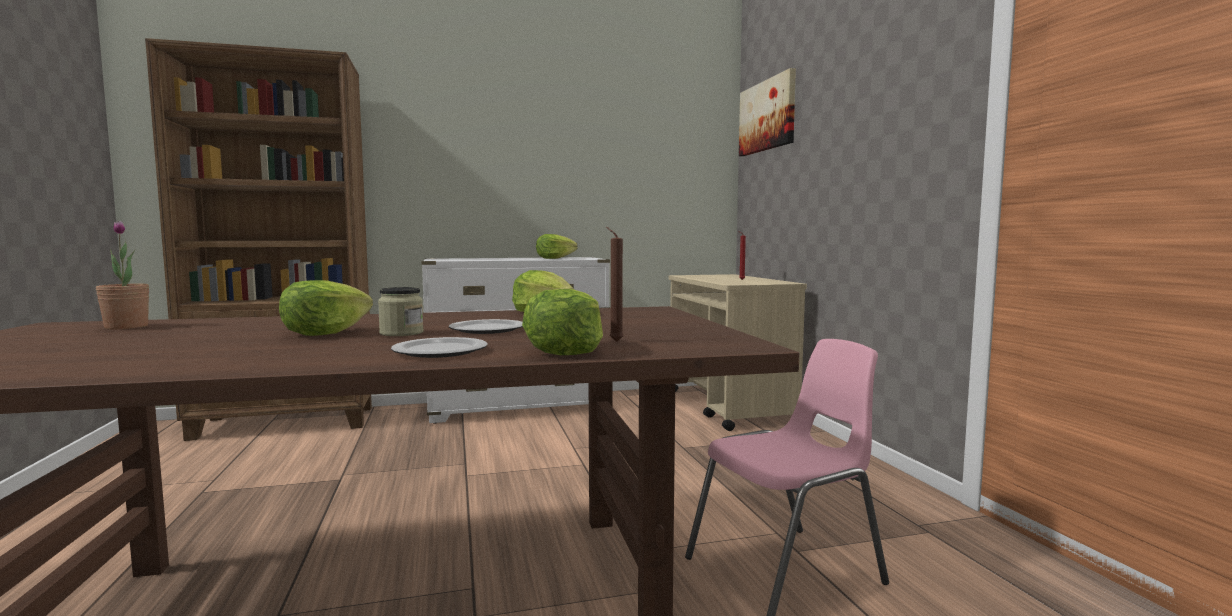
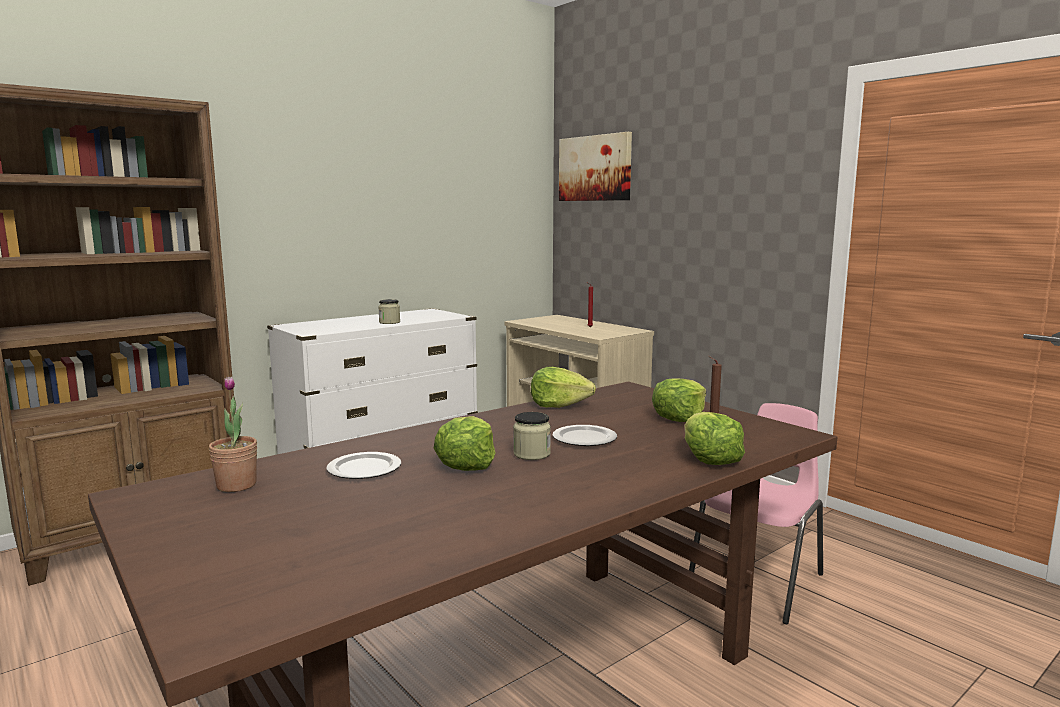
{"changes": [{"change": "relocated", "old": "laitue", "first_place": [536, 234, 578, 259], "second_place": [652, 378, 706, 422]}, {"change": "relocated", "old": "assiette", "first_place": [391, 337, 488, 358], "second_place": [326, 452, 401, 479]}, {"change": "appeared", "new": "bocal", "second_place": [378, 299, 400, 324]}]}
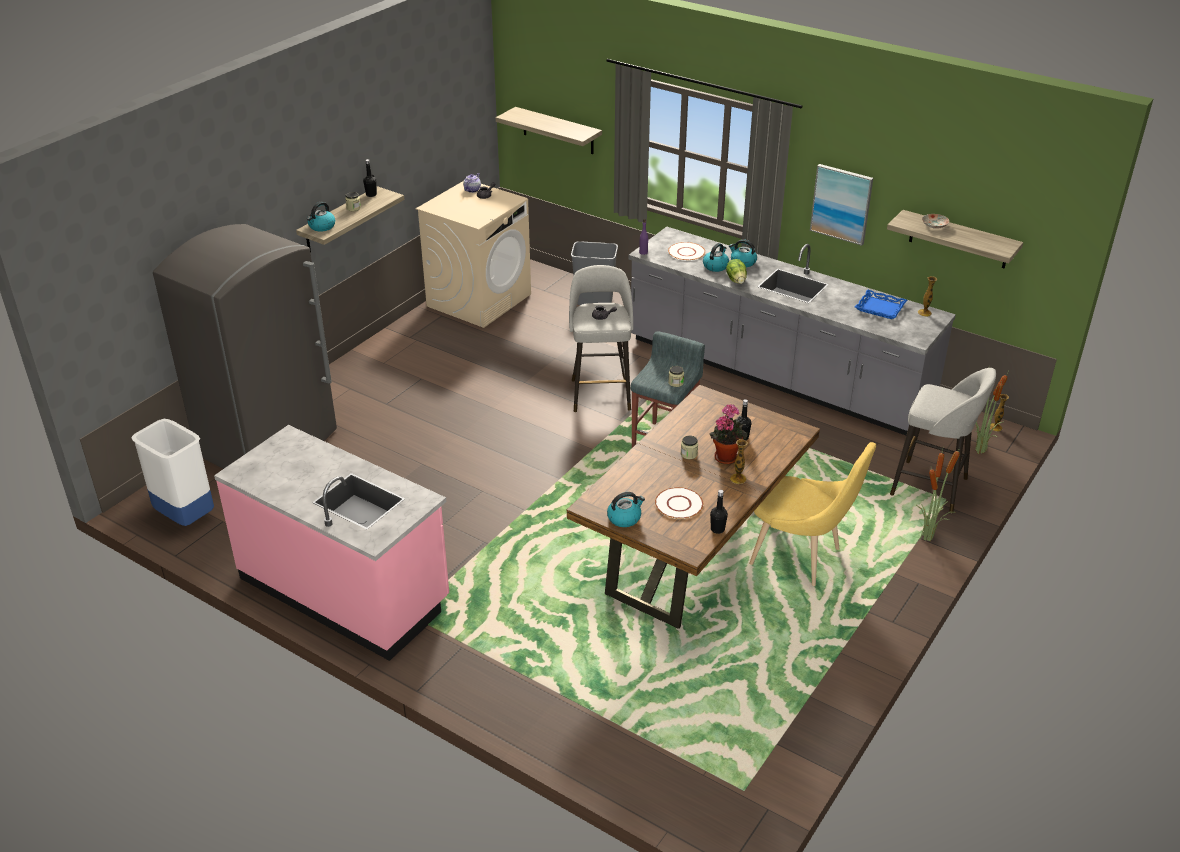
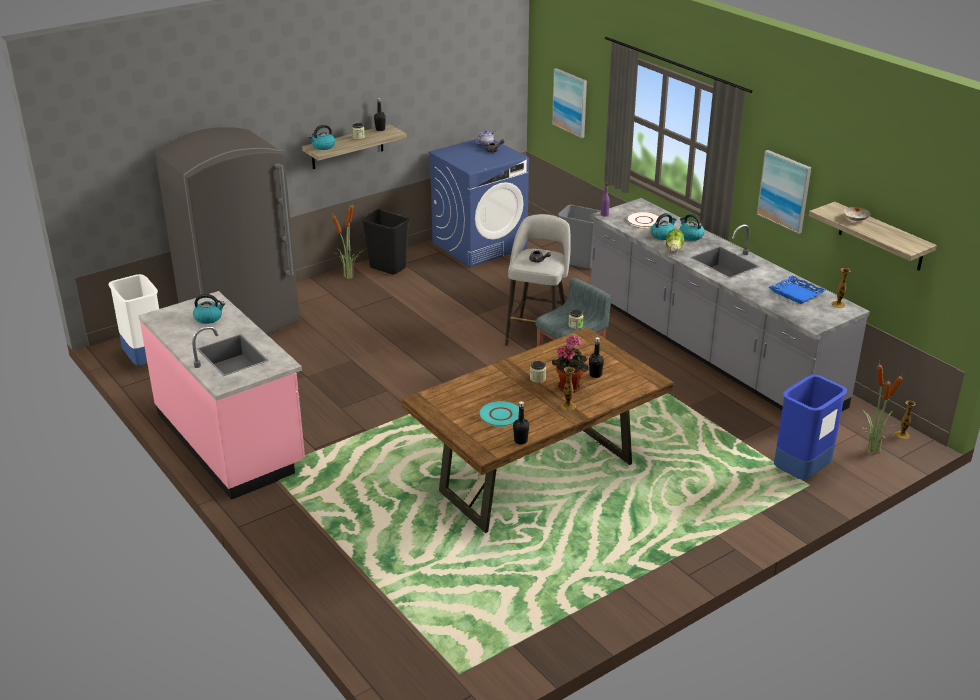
{"changes": [{"change": "exchanged", "old": "étagère", "new": "tableau", "first_place": [496, 107, 602, 154], "second_place": [552, 68, 587, 138]}, {"change": "colour", "old": "lave-linge (beige)", "new": "lave-linge (bleu)", "first_place": [416, 181, 531, 328], "second_place": [429, 139, 529, 267]}, {"change": "exchanged", "old": "tabouret (gris)", "new": "poubelle (bleu)", "first_place": [890, 368, 996, 512], "second_place": [774, 374, 847, 480]}, {"change": "missing", "old": "chaise (jaune)", "first_place": [749, 442, 876, 586]}, {"change": "relocated", "old": "plante en pot", "first_place": [916, 446, 961, 541], "second_place": [332, 203, 362, 279]}, {"change": "colour", "old": "assiette (blanc)", "new": "assiette (turquoise)", "first_place": [655, 487, 703, 519], "second_place": [478, 400, 519, 427]}, {"change": "relocated", "old": "bouilloire", "first_place": [607, 492, 645, 527], "second_place": [193, 294, 225, 324]}, {"change": "appeared", "new": "poubelle (noir)", "second_place": [361, 209, 409, 274]}]}
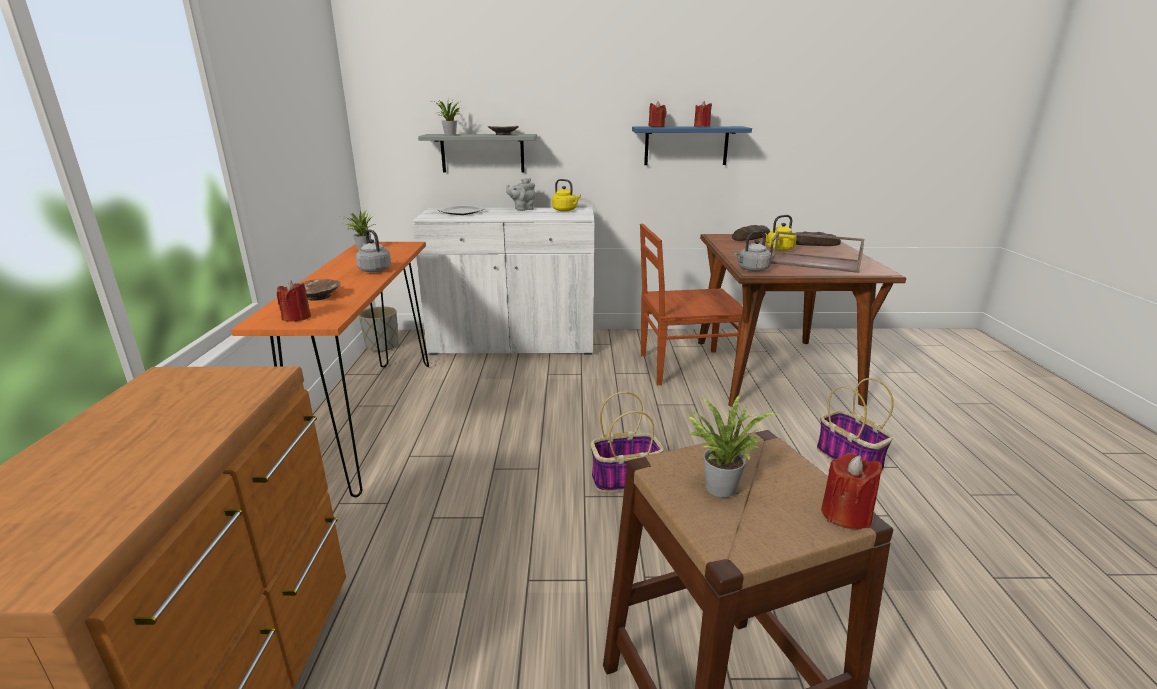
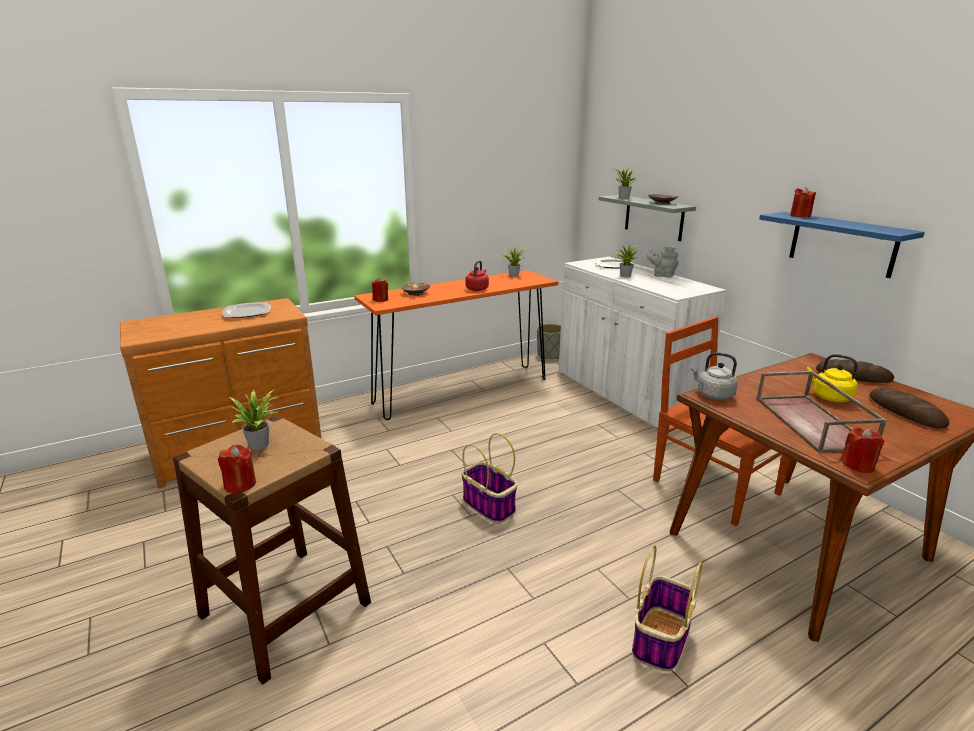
{"changes": [{"change": "relocated", "old": "bougie (rouge)", "first_place": [694, 101, 712, 127], "second_place": [840, 428, 884, 473]}, {"change": "missing", "old": "bouilloire (jaune)", "first_place": [552, 179, 581, 211]}, {"change": "colour", "old": "bouilloire (gris)", "new": "bouilloire (rouge)", "first_place": [356, 229, 391, 272], "second_place": [465, 260, 489, 291]}, {"change": "appeared", "new": "plante en pot", "second_place": [613, 244, 639, 277]}, {"change": "appeared", "new": "assiette", "second_place": [222, 302, 271, 318]}]}
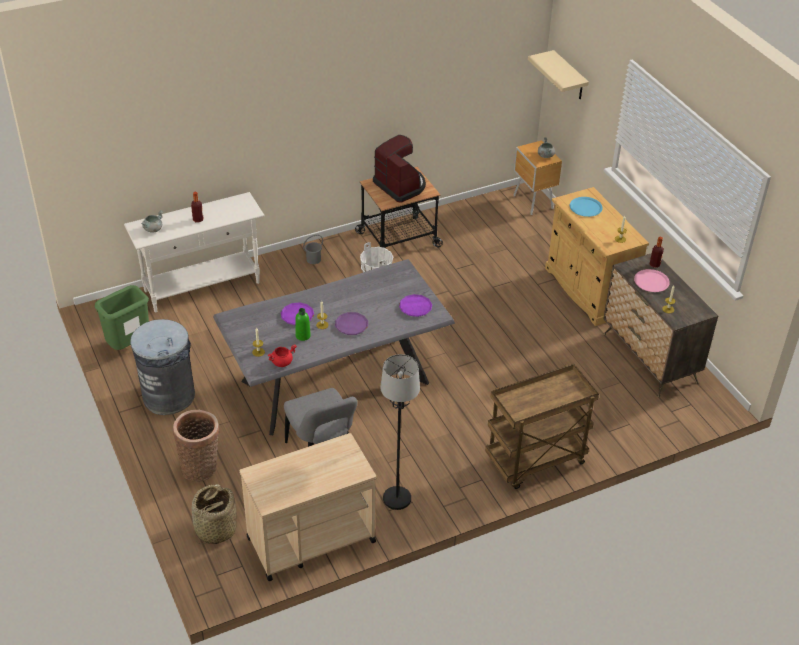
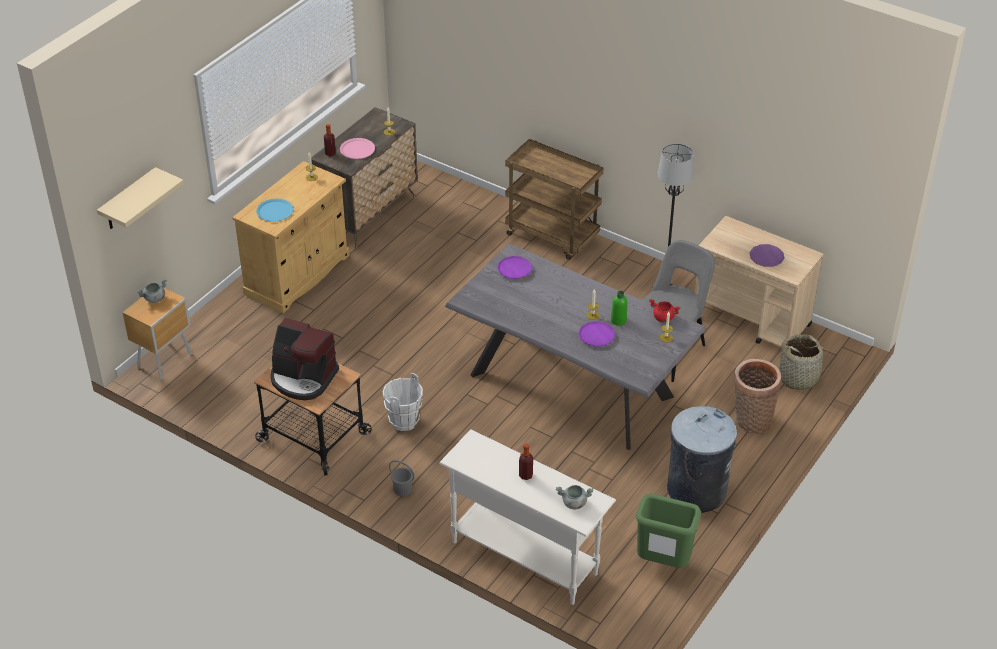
{"changes": [{"change": "spun", "old": "machine à café", "first_place": [373, 135, 426, 203], "second_place": [270, 318, 339, 400], "degrees": -90}, {"change": "relocated", "old": "assiette (violet)", "first_place": [335, 312, 368, 335], "second_place": [749, 244, 785, 267]}]}
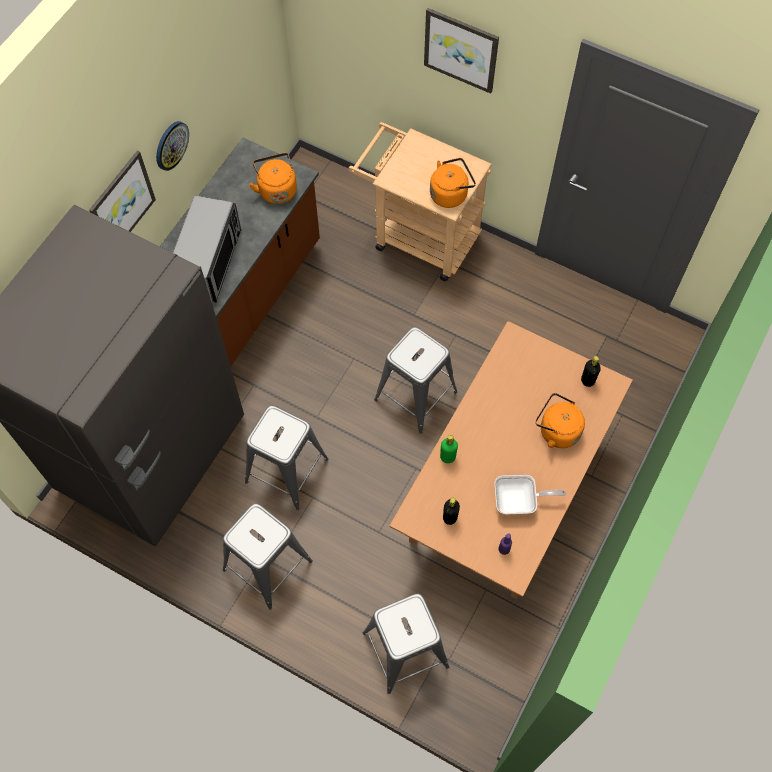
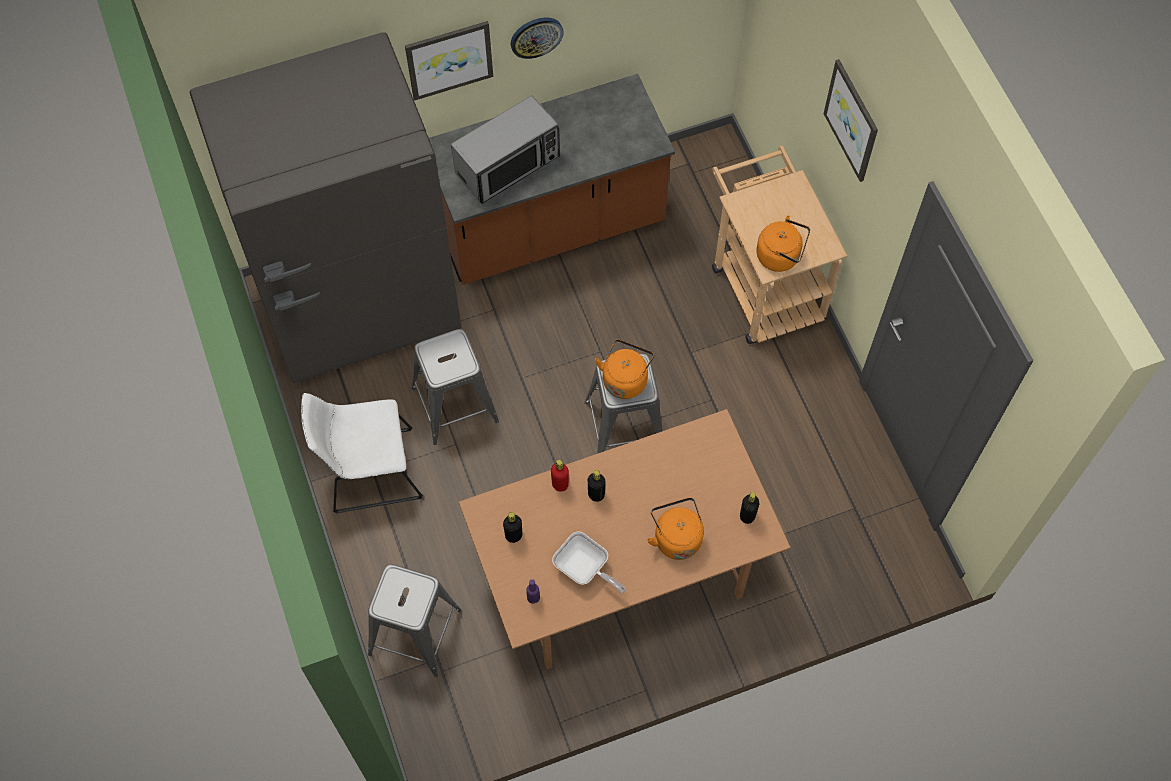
{"changes": [{"change": "relocated", "old": "bouilloire (orange)", "first_place": [249, 153, 297, 204], "second_place": [595, 339, 654, 399]}, {"change": "colour", "old": "bouteille (vert)", "new": "bouteille (rouge)", "first_place": [440, 435, 458, 463], "second_place": [551, 460, 569, 492]}, {"change": "exchanged", "old": "tabouret (gris)", "new": "chaise (blanc)", "first_place": [223, 503, 313, 610], "second_place": [301, 393, 423, 514]}, {"change": "appeared", "new": "bouteille (noir)", "second_place": [588, 470, 606, 502]}]}
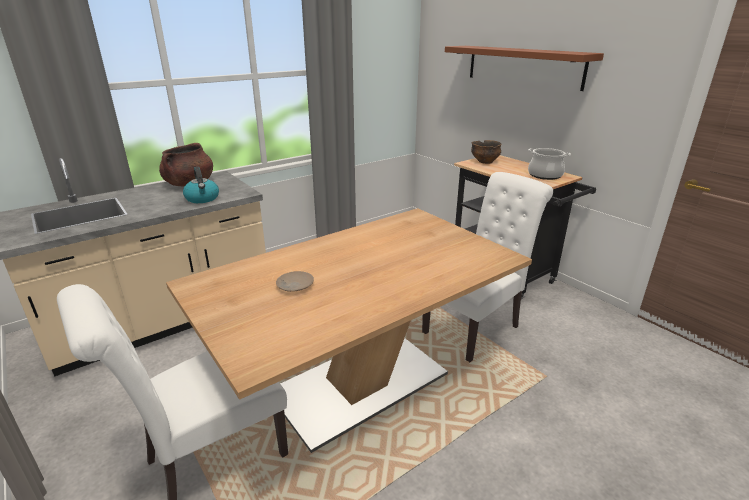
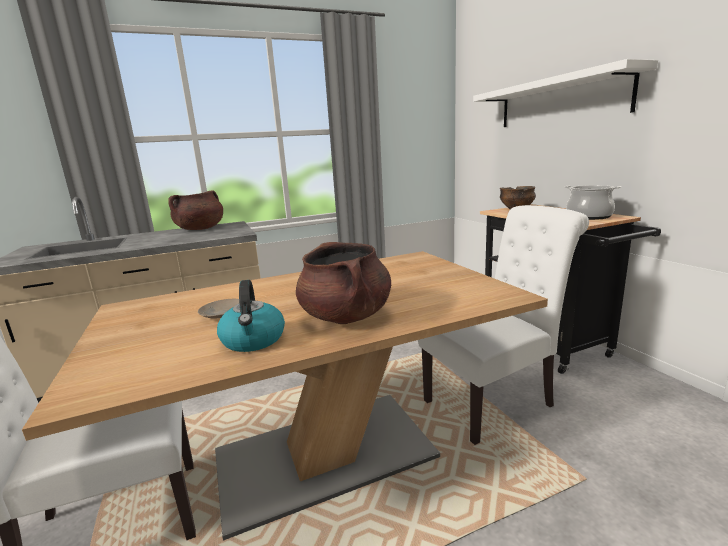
{"changes": [{"change": "colour", "old": "étagère (marron)", "new": "étagère (blanc)", "first_place": [445, 46, 604, 91], "second_place": [473, 59, 658, 127]}, {"change": "relocated", "old": "bouilloire", "first_place": [183, 167, 219, 203], "second_place": [217, 280, 285, 352]}, {"change": "appeared", "new": "marmite (marron)", "second_place": [296, 242, 391, 324]}]}
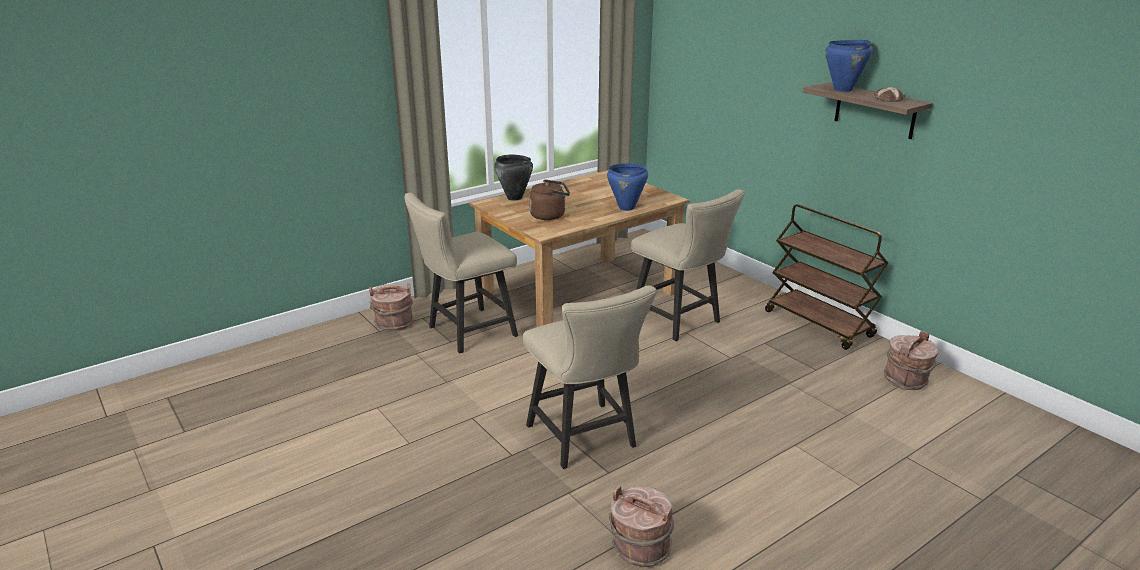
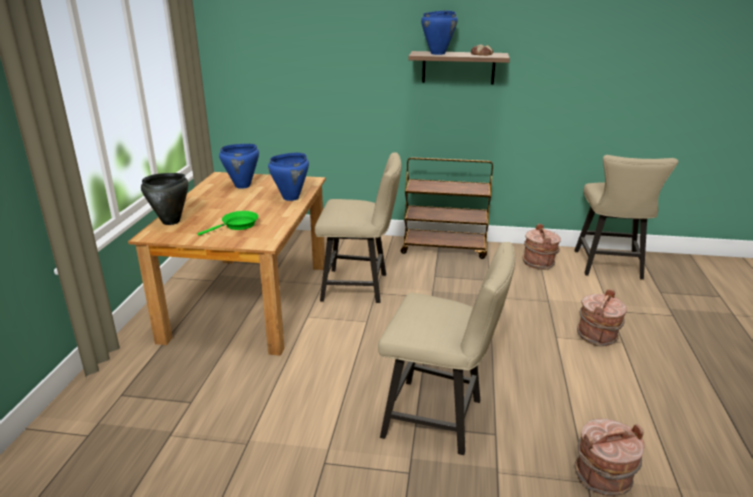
{"changes": [{"change": "exchanged", "old": "bouilloire (marron)", "new": "poêle (vert)", "first_place": [529, 179, 570, 220], "second_place": [198, 211, 258, 236]}, {"change": "relocated", "old": "chaise (beige)", "first_place": [404, 193, 518, 354], "second_place": [574, 155, 678, 280]}, {"change": "relocated", "old": "seau (marron)", "first_place": [369, 283, 413, 331], "second_place": [577, 289, 627, 346]}, {"change": "appeared", "new": "marmite (bleu)", "second_place": [219, 144, 259, 189]}]}
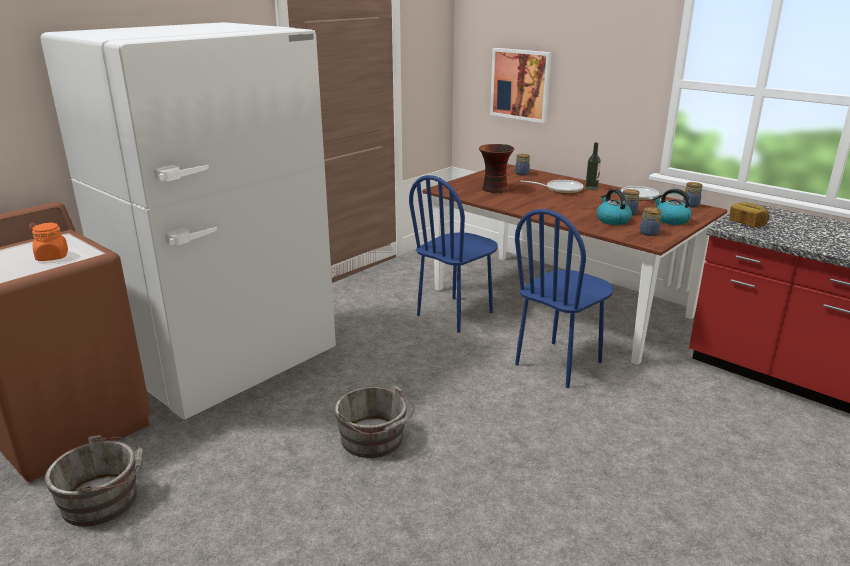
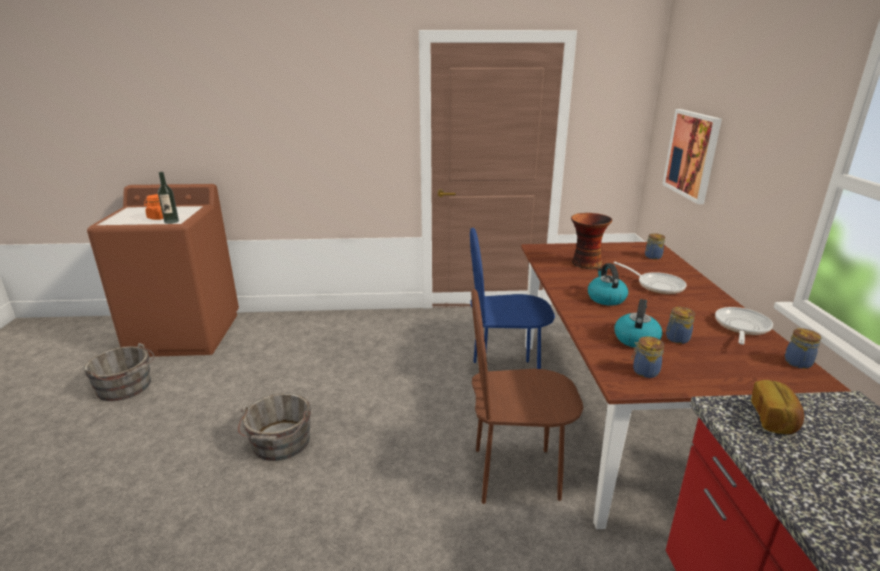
{"changes": [{"change": "missing", "old": "réfrigérateur (blanc)", "first_place": [40, 22, 336, 420]}, {"change": "relocated", "old": "bouteille", "first_place": [585, 142, 601, 190], "second_place": [158, 172, 179, 224]}, {"change": "relocated", "old": "bouilloire", "first_place": [653, 189, 692, 225], "second_place": [588, 263, 628, 306]}, {"change": "colour", "old": "chaise (bleu)", "new": "chaise (marron)", "first_place": [515, 209, 613, 388], "second_place": [471, 289, 584, 504]}]}
